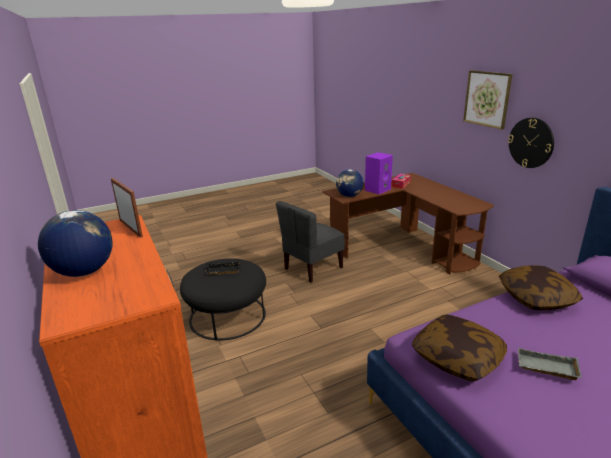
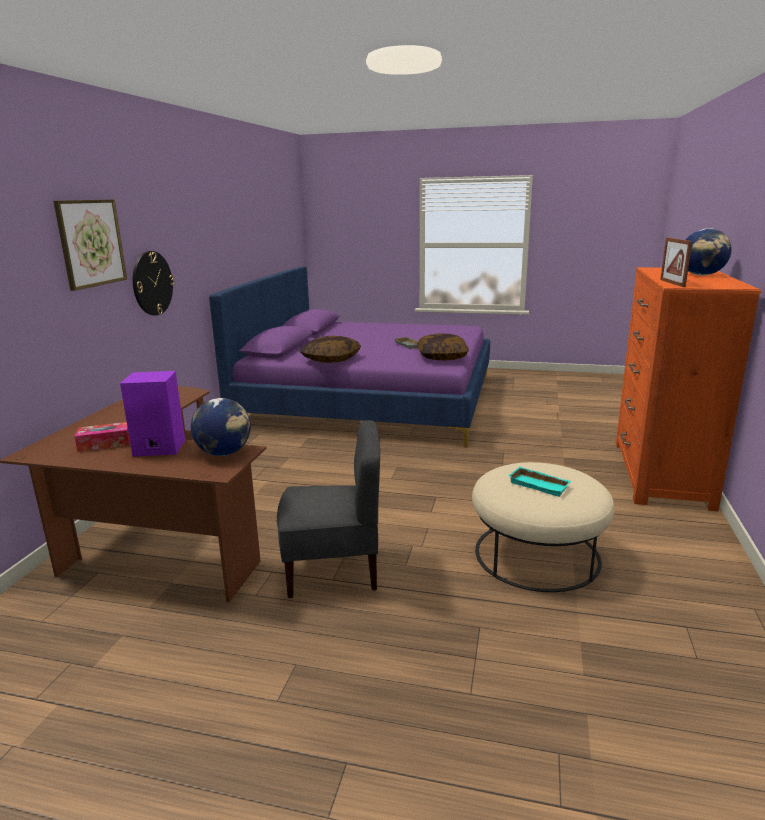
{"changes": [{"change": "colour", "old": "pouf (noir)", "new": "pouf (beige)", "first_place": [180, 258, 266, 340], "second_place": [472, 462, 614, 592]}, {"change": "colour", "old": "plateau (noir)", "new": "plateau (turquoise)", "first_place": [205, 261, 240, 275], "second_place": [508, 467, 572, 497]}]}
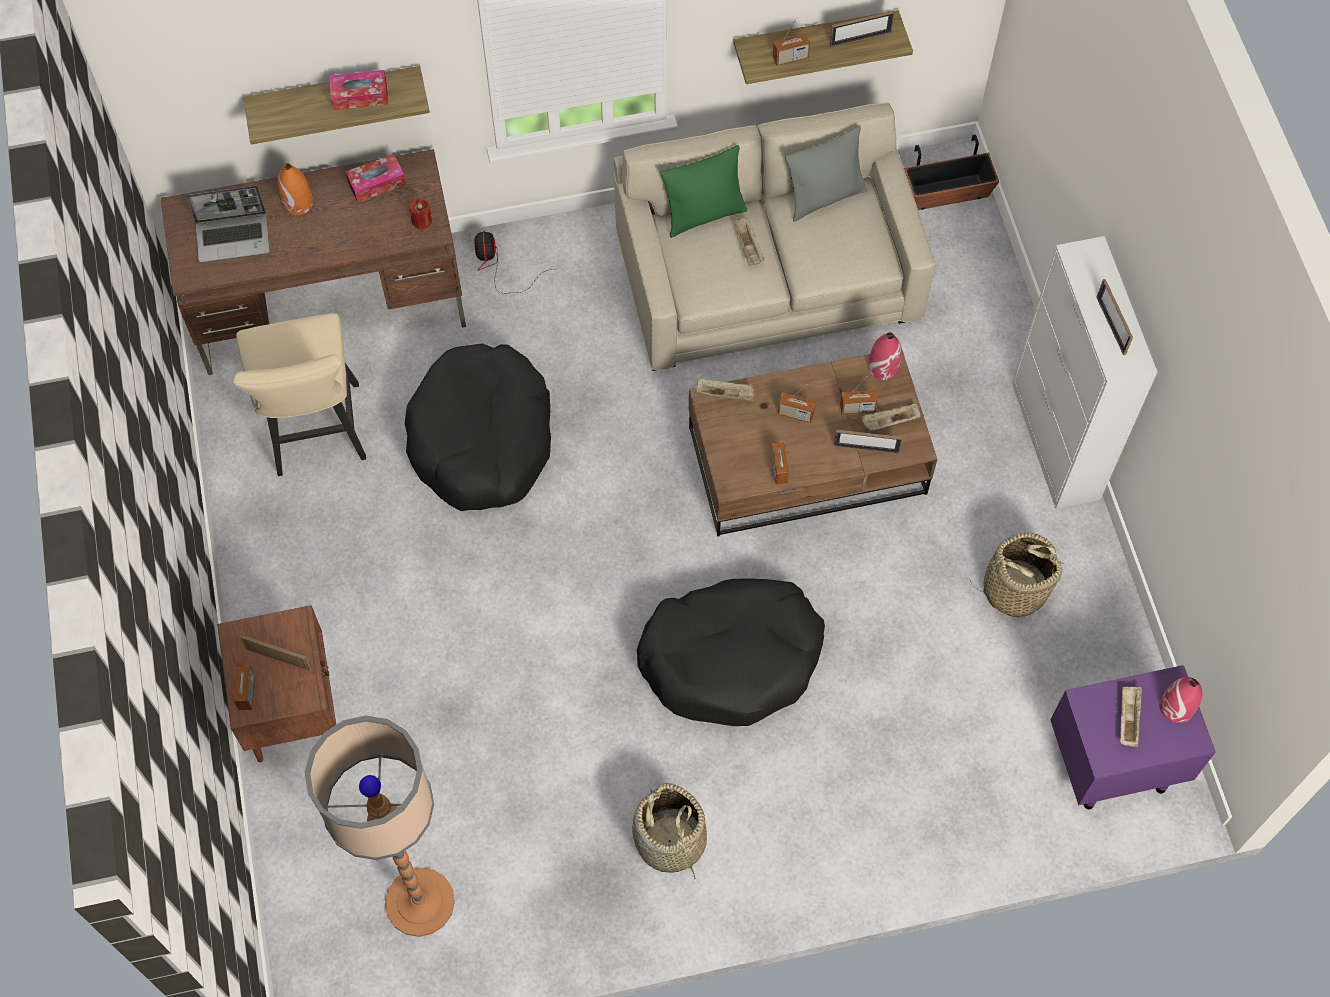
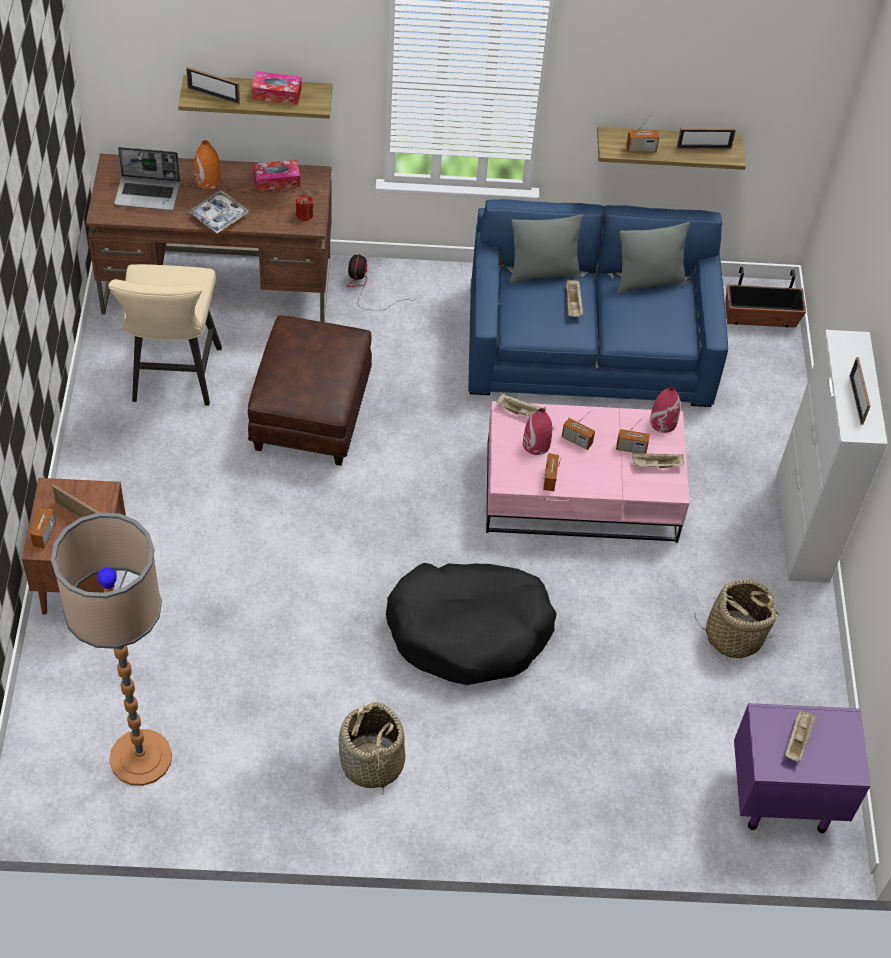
{"changes": [{"change": "colour", "old": "canapé (beige)", "new": "canapé (bleu)", "first_place": [614, 102, 935, 371], "second_place": [468, 199, 728, 407]}, {"change": "colour", "old": "coussin (vert)", "new": "coussin (gris)", "first_place": [660, 145, 747, 238], "second_place": [510, 214, 583, 283]}, {"change": "exchanged", "old": "panier pour chien (noir)", "new": "pouf (marron)", "first_place": [405, 344, 551, 511], "second_place": [248, 315, 372, 466]}, {"change": "colour", "old": "table basse (marron)", "new": "table basse (rose)", "first_place": [689, 350, 937, 537], "second_place": [486, 401, 689, 543]}, {"change": "relocated", "old": "cadre photo", "first_place": [834, 430, 902, 454], "second_place": [186, 67, 240, 104]}, {"change": "relocated", "old": "vase (rouge)", "first_place": [1160, 677, 1203, 723], "second_place": [523, 408, 552, 455]}, {"change": "appeared", "new": "plateau", "second_place": [189, 190, 249, 234]}]}
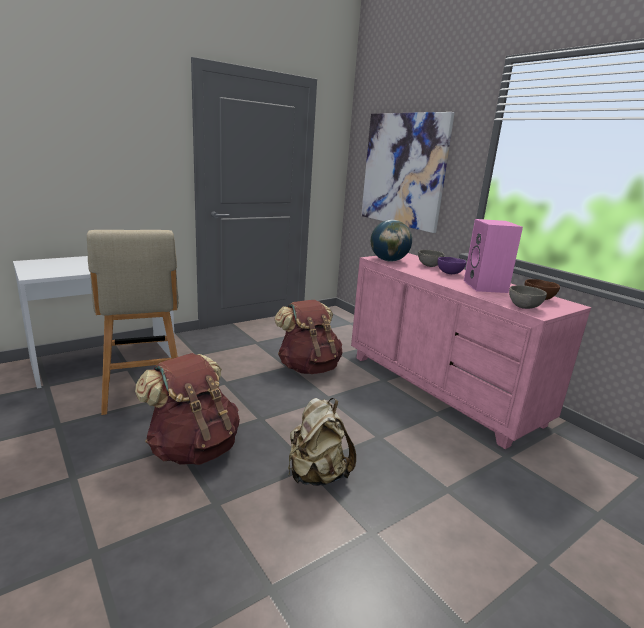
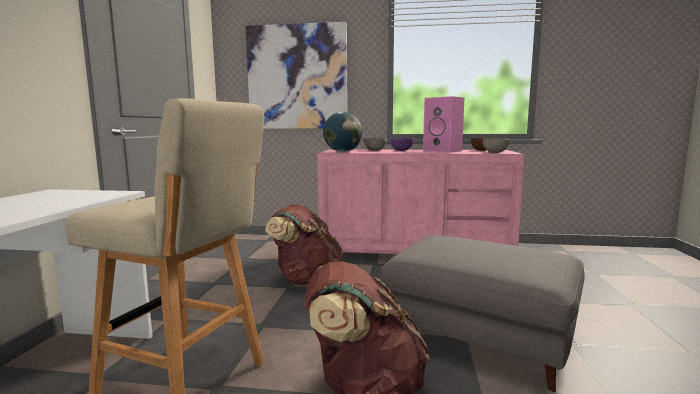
{"changes": [{"change": "exchanged", "old": "sac à dos (beige)", "new": "pouf (gris)", "first_place": [288, 398, 356, 486], "second_place": [381, 235, 585, 392]}]}
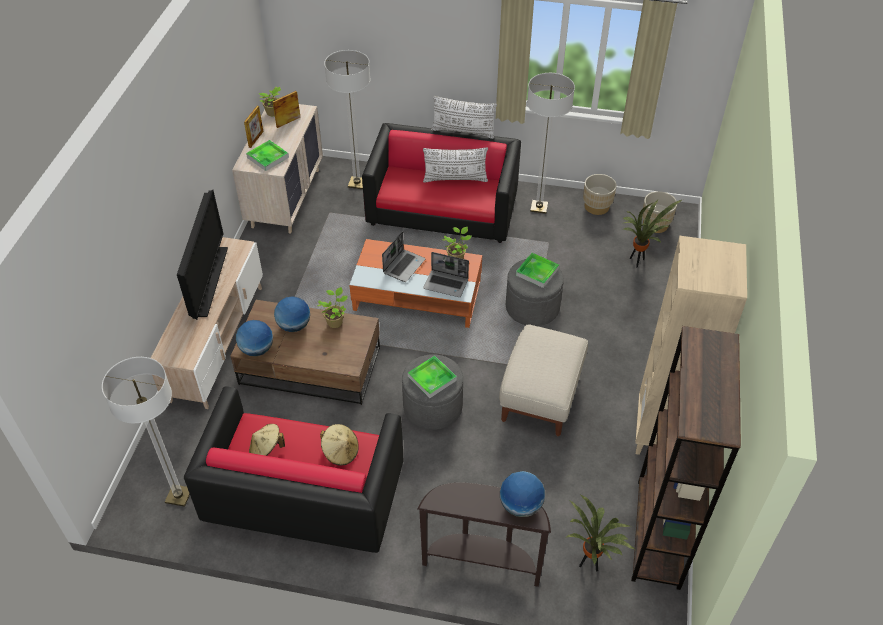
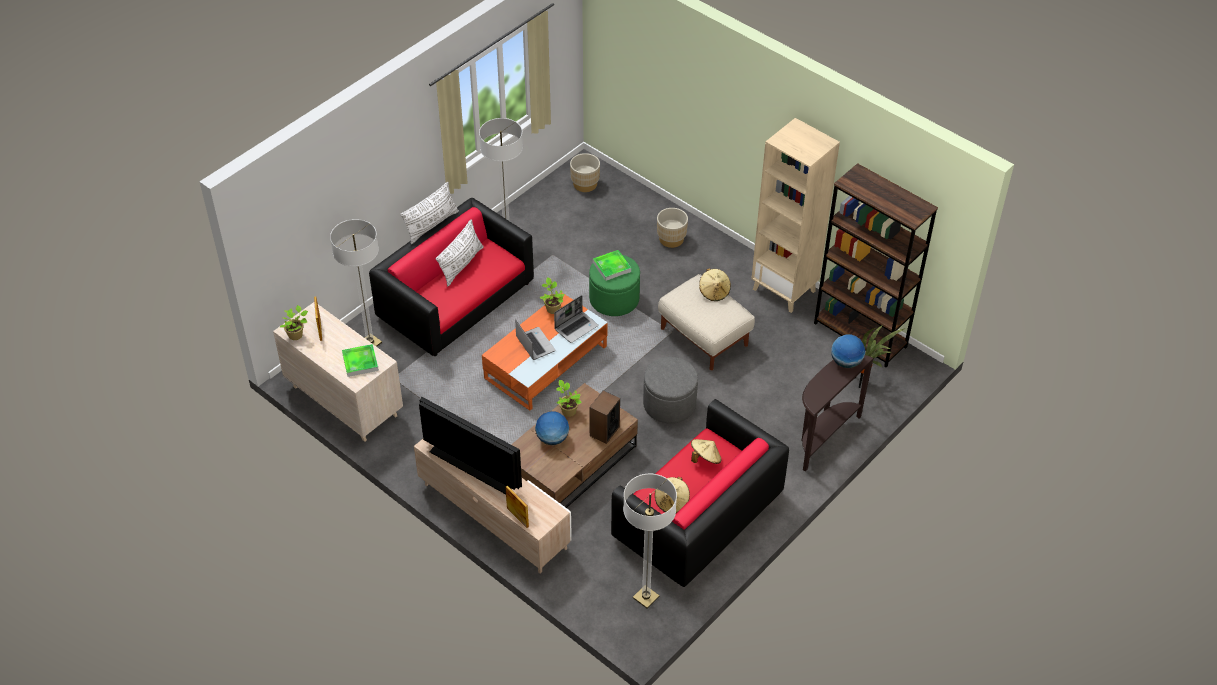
{"changes": [{"change": "relocated", "old": "cadre photo", "first_place": [244, 106, 263, 148], "second_place": [505, 486, 529, 528]}, {"change": "relocated", "old": "cache-pot (beige)", "first_place": [583, 174, 617, 215], "second_place": [657, 208, 688, 248]}, {"change": "missing", "old": "plante en pot", "first_place": [623, 200, 682, 268]}, {"change": "colour", "old": "pouf (gris)", "new": "pouf (vert)", "first_place": [506, 259, 564, 326], "second_place": [589, 255, 640, 316]}, {"change": "missing", "old": "globe", "first_place": [236, 320, 273, 356]}, {"change": "missing", "old": "plateau", "first_place": [408, 356, 457, 398]}, {"change": "appeared", "new": "chapeau (beige)", "second_place": [699, 268, 731, 301]}, {"change": "appeared", "new": "enceinte", "second_place": [589, 390, 620, 444]}]}
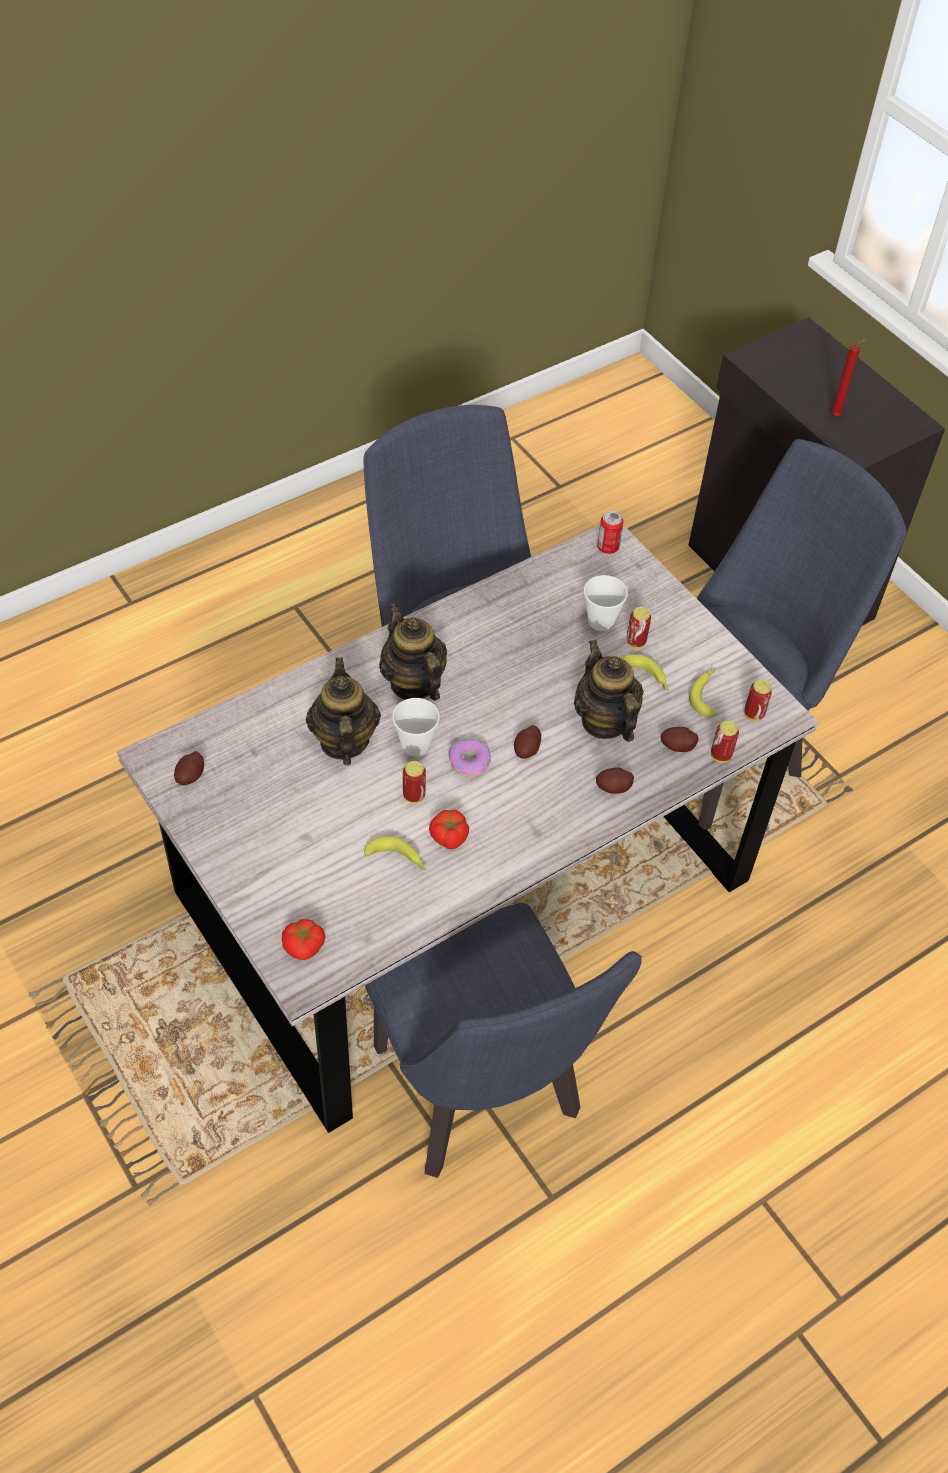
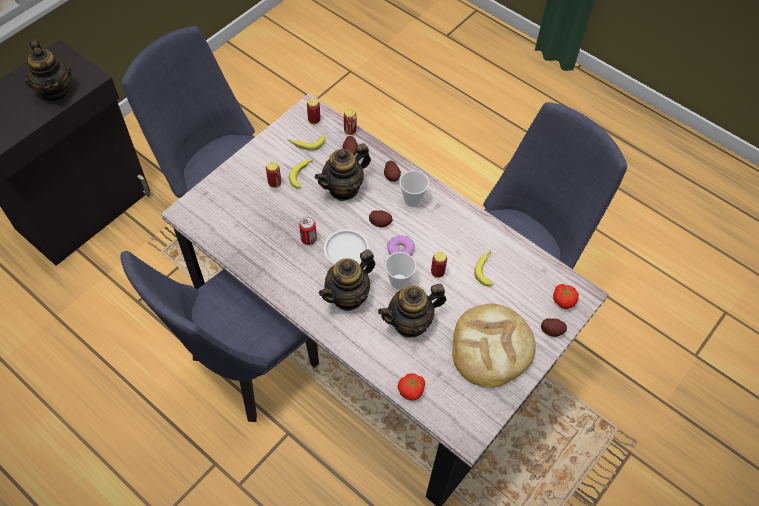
{"changes": [{"change": "exchanged", "old": "bougie (rouge)", "new": "théière", "first_place": [831, 338, 867, 416], "second_place": [25, 39, 71, 101]}, {"change": "relocated", "old": "boîte métallique", "first_place": [597, 511, 624, 554], "second_place": [299, 217, 317, 245]}, {"change": "relocated", "old": "tasse", "first_place": [584, 575, 628, 631], "second_place": [400, 171, 429, 207]}, {"change": "relocated", "old": "pomme de terre", "first_place": [174, 751, 204, 785], "second_place": [541, 318, 567, 337]}, {"change": "relocated", "old": "tomate", "first_place": [429, 810, 469, 849], "second_place": [397, 373, 425, 401]}, {"change": "appeared", "new": "assiette (blanc)", "second_place": [324, 229, 369, 265]}, {"change": "appeared", "new": "pain", "second_place": [452, 303, 536, 388]}]}
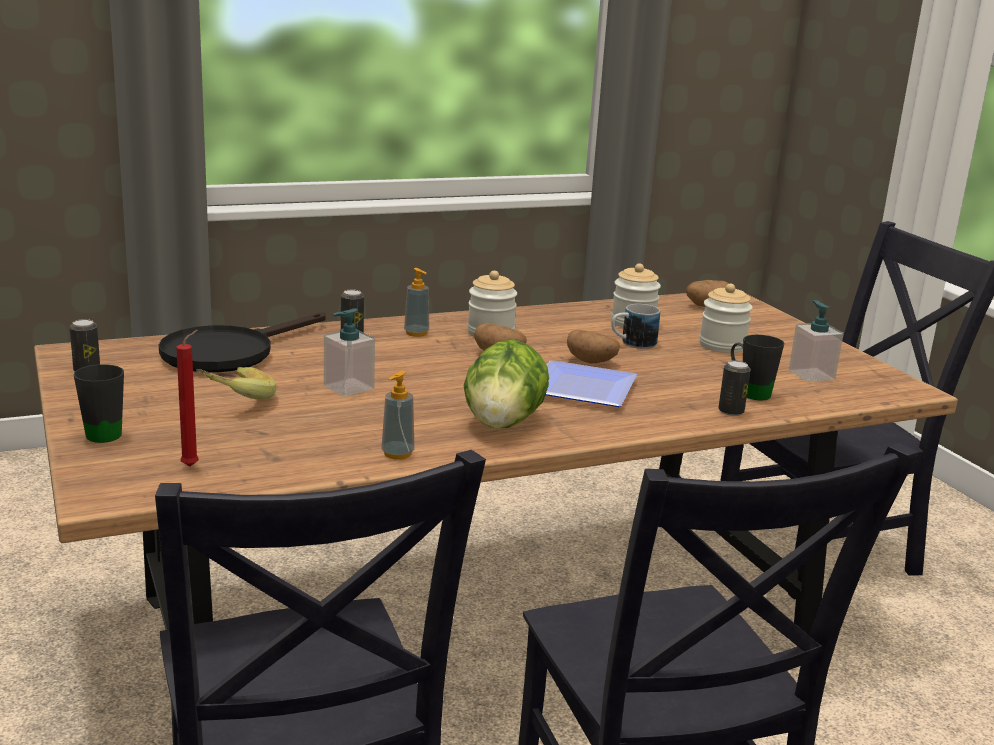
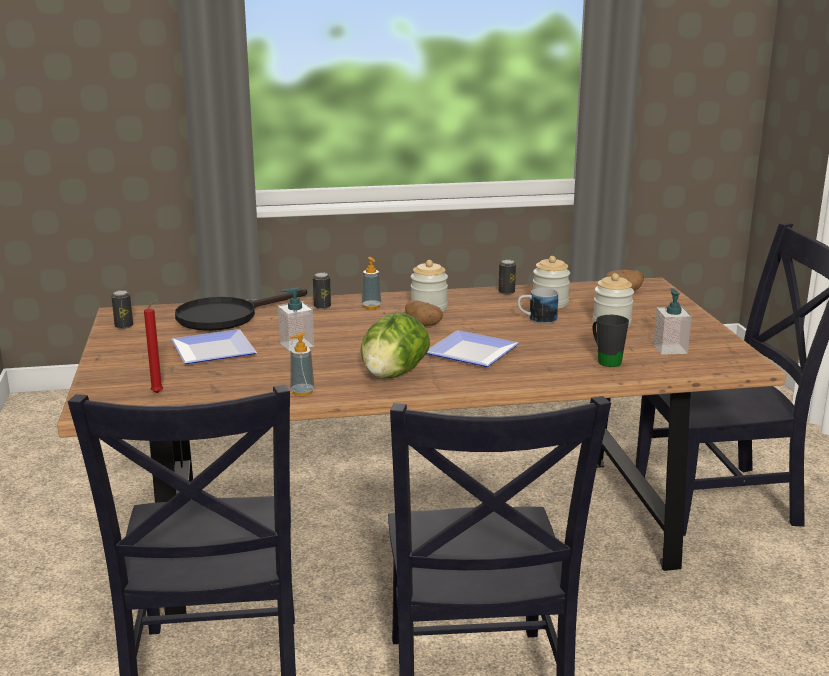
{"changes": [{"change": "missing", "old": "pomme de terre", "first_place": [567, 330, 620, 364]}, {"change": "relocated", "old": "boîte métallique", "first_place": [718, 360, 751, 416], "second_place": [499, 259, 516, 295]}, {"change": "missing", "old": "mug (noir)", "first_place": [73, 364, 124, 443]}, {"change": "exchanged", "old": "banane", "new": "assiette", "first_place": [196, 367, 276, 400], "second_place": [171, 329, 257, 364]}]}
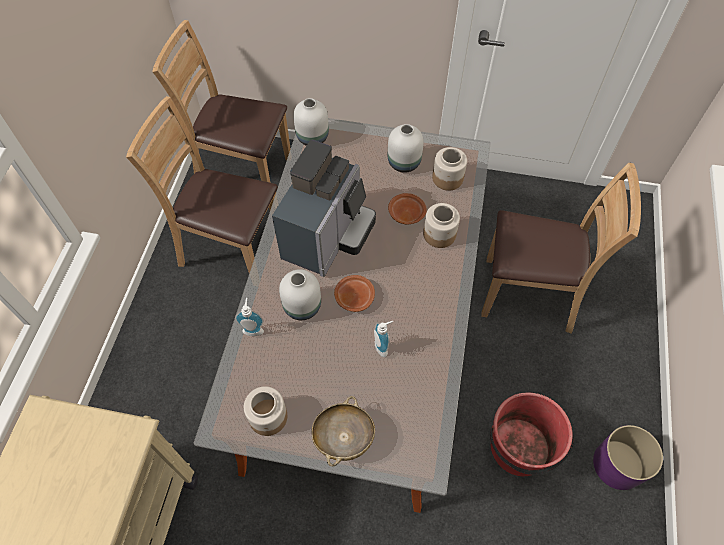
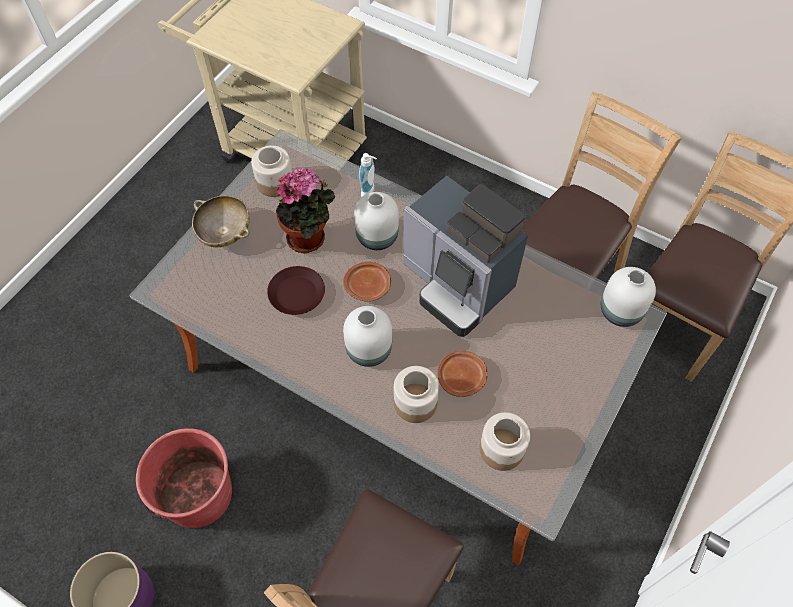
{"changes": [{"change": "relocated", "old": "vase (blanc)", "first_place": [388, 124, 424, 172], "second_place": [343, 306, 392, 367]}, {"change": "exchanged", "old": "distributeur de savon", "new": "assiette (marron)", "first_place": [374, 321, 393, 357], "second_place": [267, 266, 325, 315]}, {"change": "appeared", "new": "plante en pot", "second_place": [276, 167, 335, 253]}]}
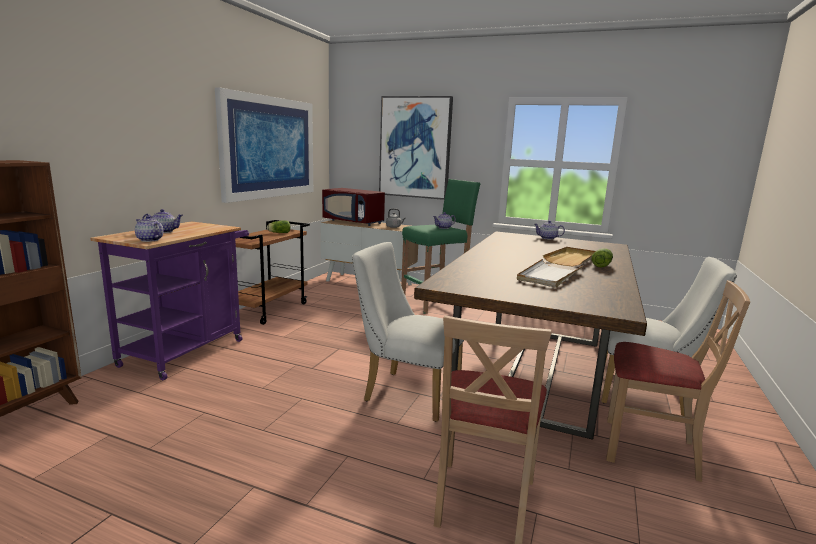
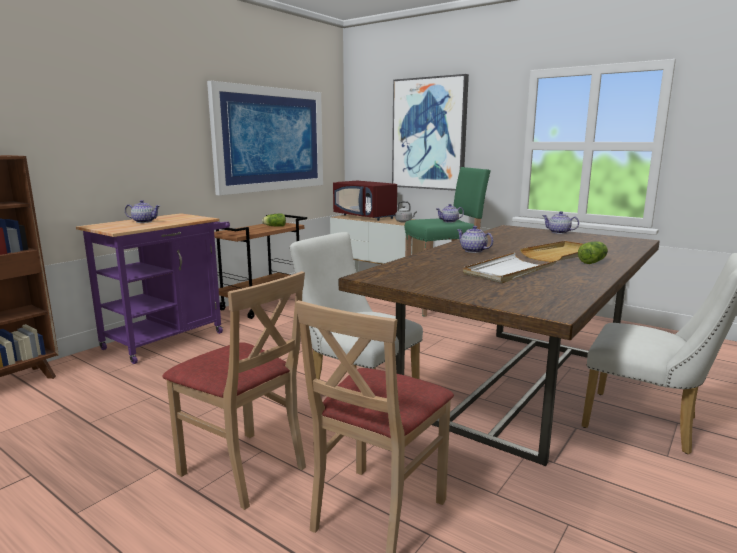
{"changes": [{"change": "relocated", "old": "théière", "first_place": [135, 216, 163, 242], "second_place": [457, 226, 494, 253]}, {"change": "relocated", "old": "chaise (beige)", "first_place": [606, 280, 750, 482], "second_place": [162, 271, 306, 510]}]}
